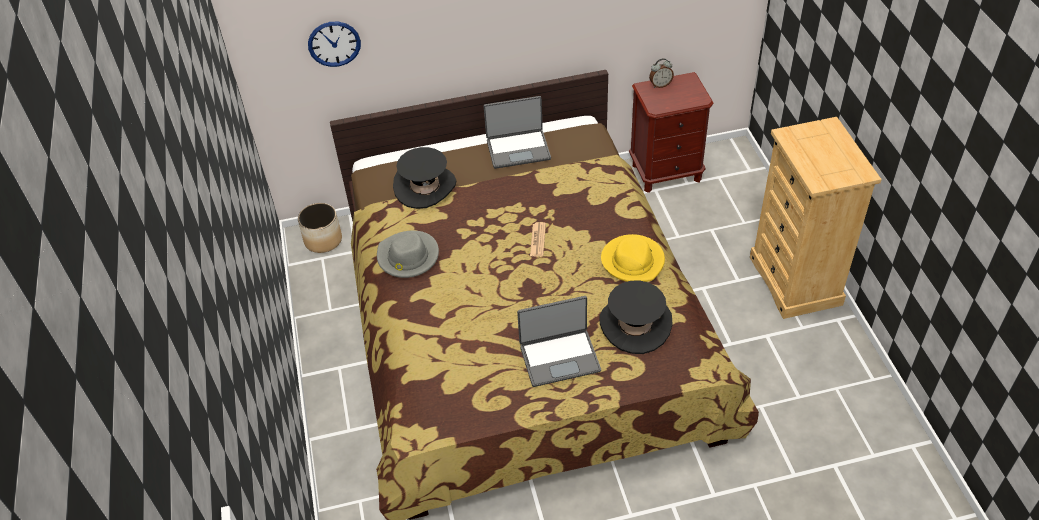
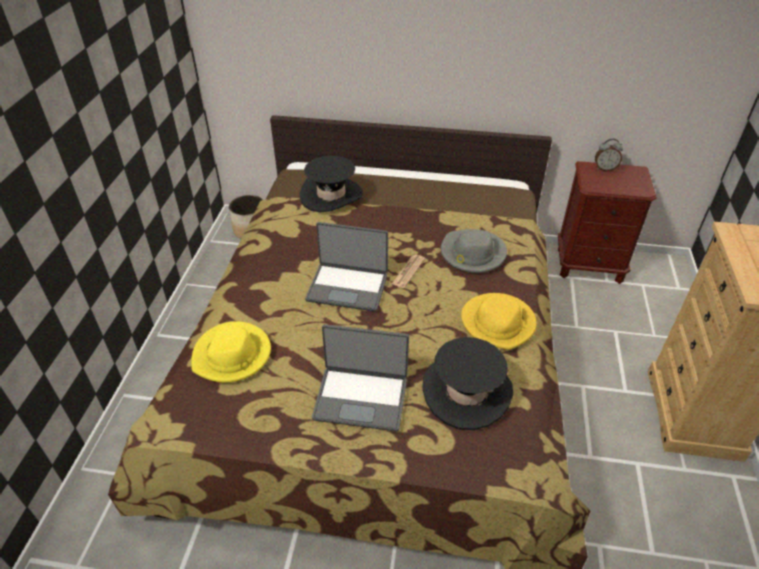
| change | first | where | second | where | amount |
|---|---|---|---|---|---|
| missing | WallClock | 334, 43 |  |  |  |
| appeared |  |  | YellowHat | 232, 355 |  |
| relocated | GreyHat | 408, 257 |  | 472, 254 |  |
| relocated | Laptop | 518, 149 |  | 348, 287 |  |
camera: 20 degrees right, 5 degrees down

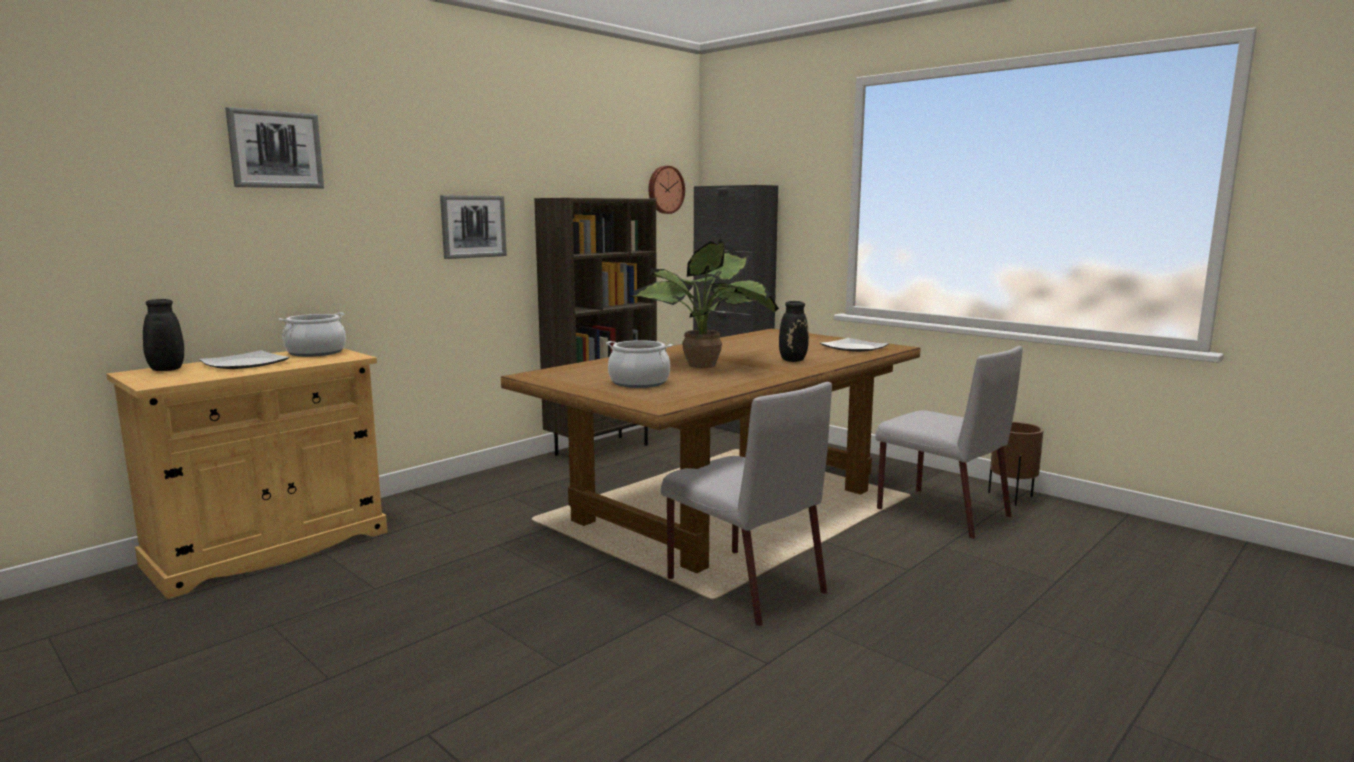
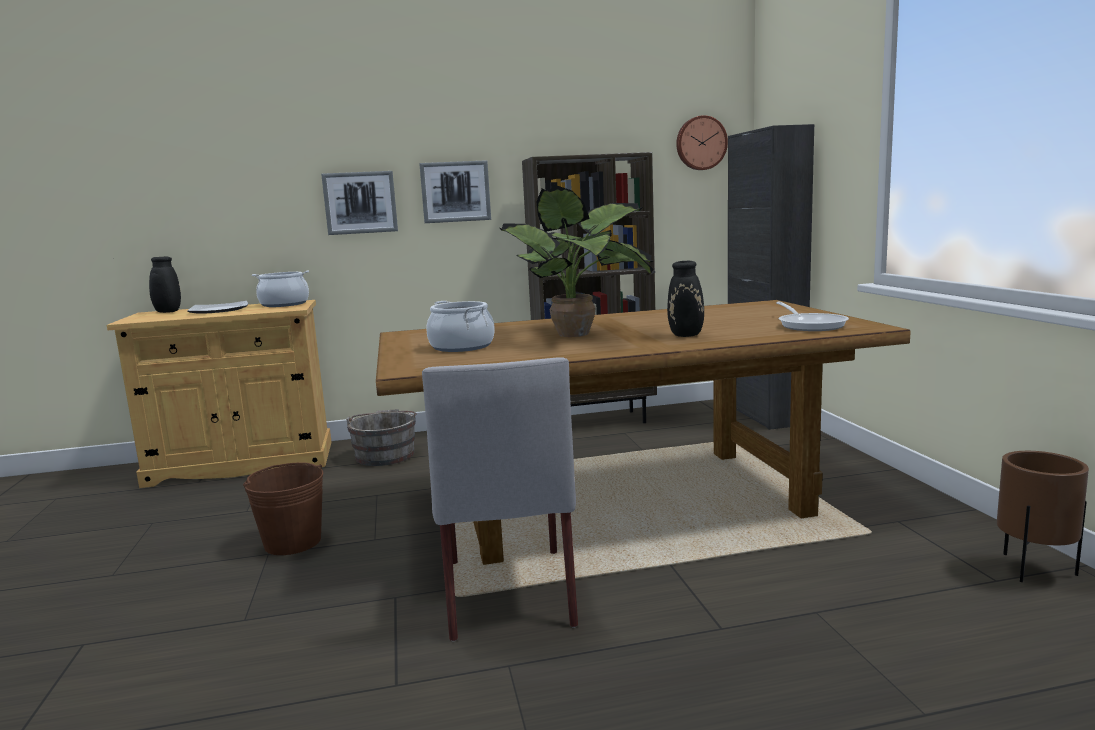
| change | first | where | second | where | amount |
|---|---|---|---|---|---|
| missing | GreyChair | 940, 512 |  |  |  |
| appeared |  |  | BrownBucket | 293, 542 |  |
| appeared |  |  | GreyBucket | 385, 454 |  |
| relocated | Picture | 275, 149 |  | 360, 202 |  |
| exchanged | Plate | 853, 348 | FryingPan | 810, 325 |  |
camera: 35 degrees right, 0 degrees up

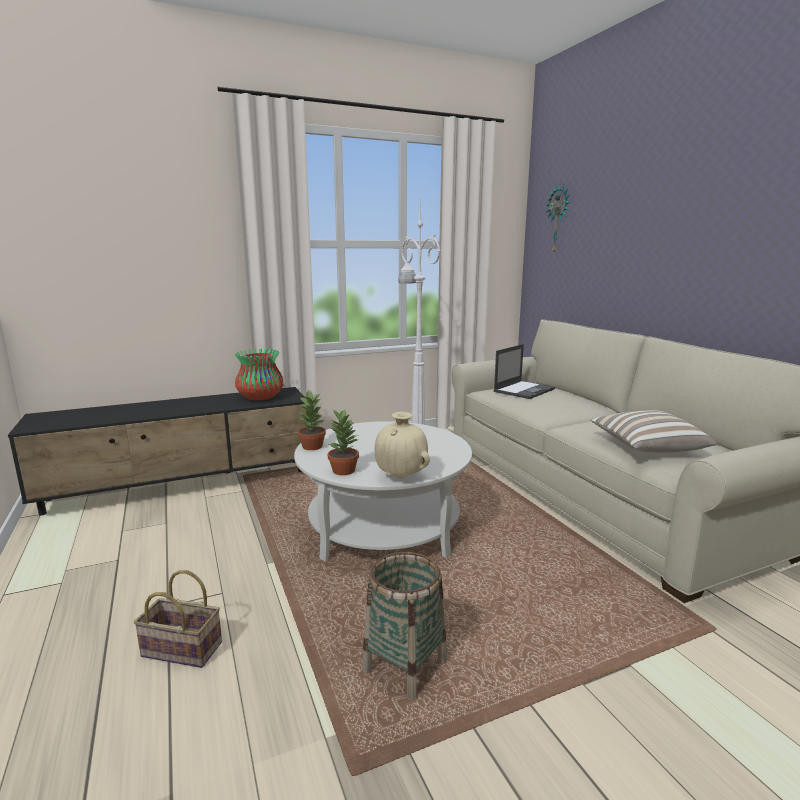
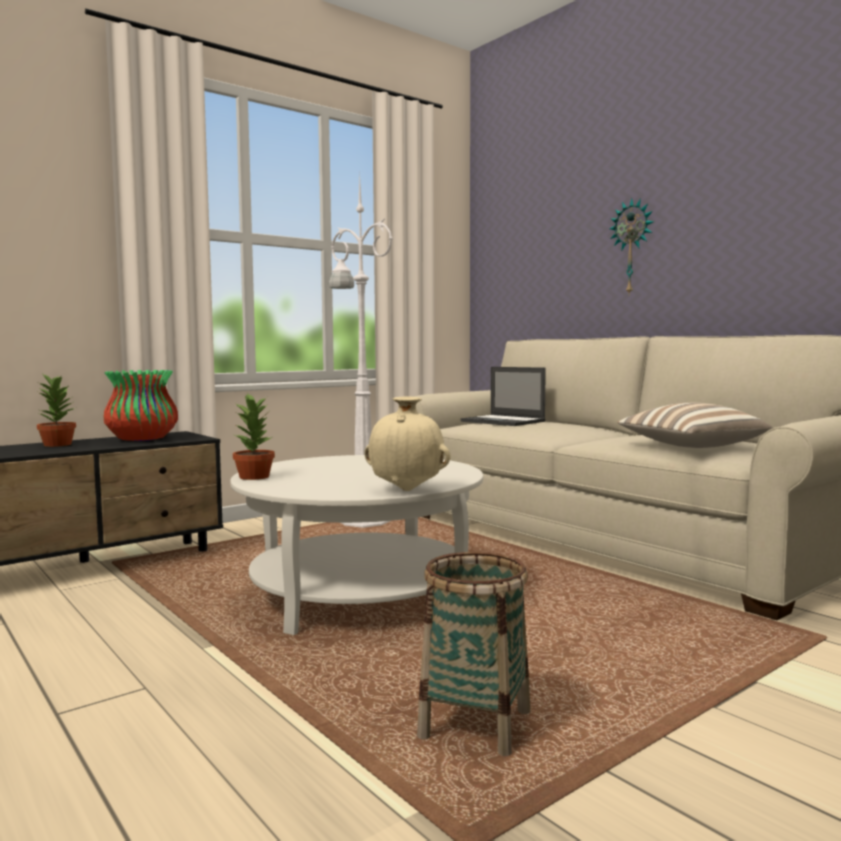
| change | first | where | second | where | amount |
|---|---|---|---|---|---|
| missing | Basket | 179, 650 |  |  |  |
| relocated | PottedPlant | 343, 470 |  | 57, 444 |  |
| relocated | WallClock | 558, 219 |  | 632, 247 |  |
| spun | Laptop | 524, 390 |  | 504, 421 | 105 degrees clockwise |
camera: 15 degrees left, 10 degrees down

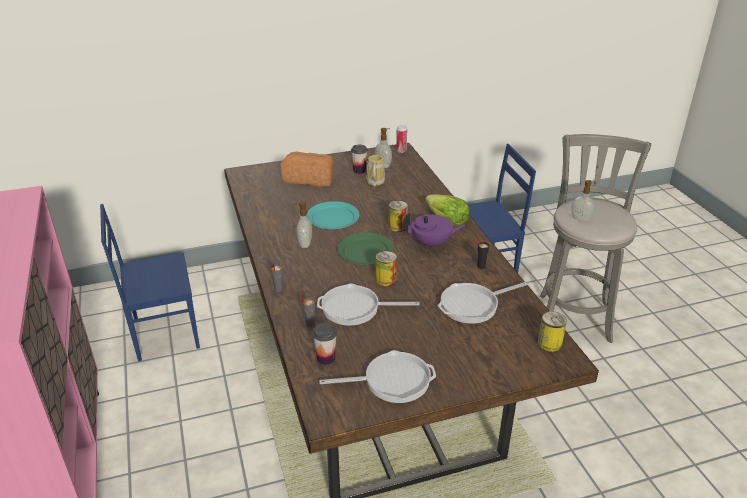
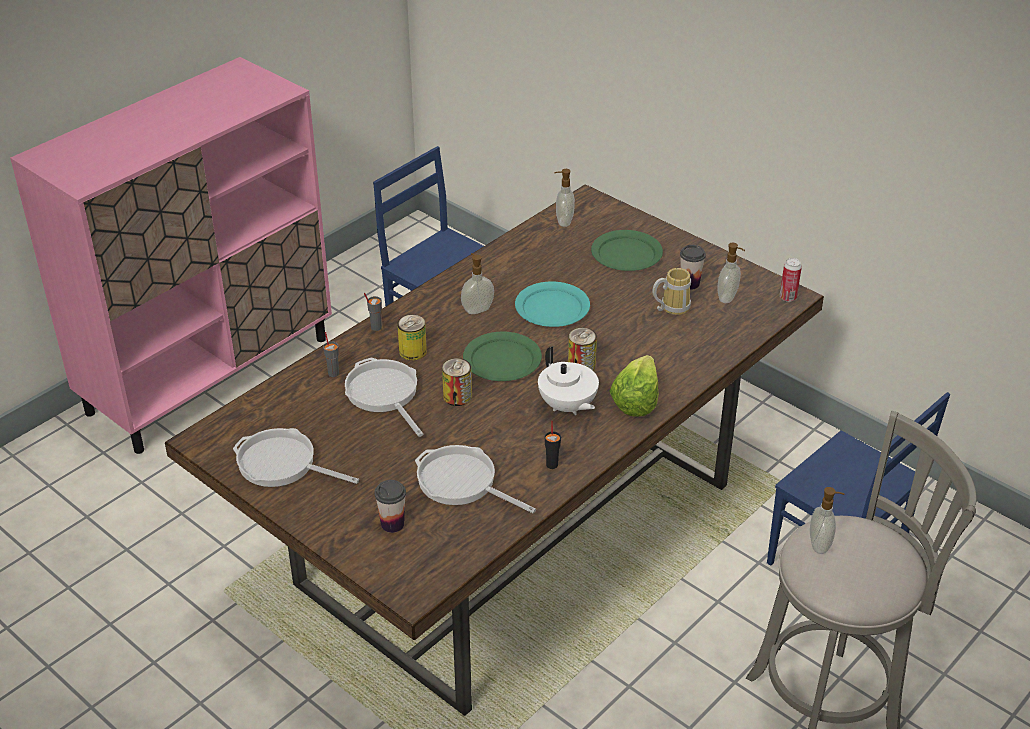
| change | first | where | second | where | amount |
|---|---|---|---|---|---|
| appeared |  |  | SoapDispenser | 563, 221 |  |
| relocated | Cup | 326, 358 |  | 392, 524 |  |
| relocated | Can | 549, 343 |  | 413, 351 |  |
| exchanged | Bread | 310, 179 | GreenPlate | 626, 254 |  |
| colour | PurpleTeapot | 431, 243 | WhiteTeapot | 567, 406 |  |
| spun | FryingPan | 392, 381 |  | 282, 464 | 150 degrees clockwise |
camera: 60 degrees right, 5 degrees up

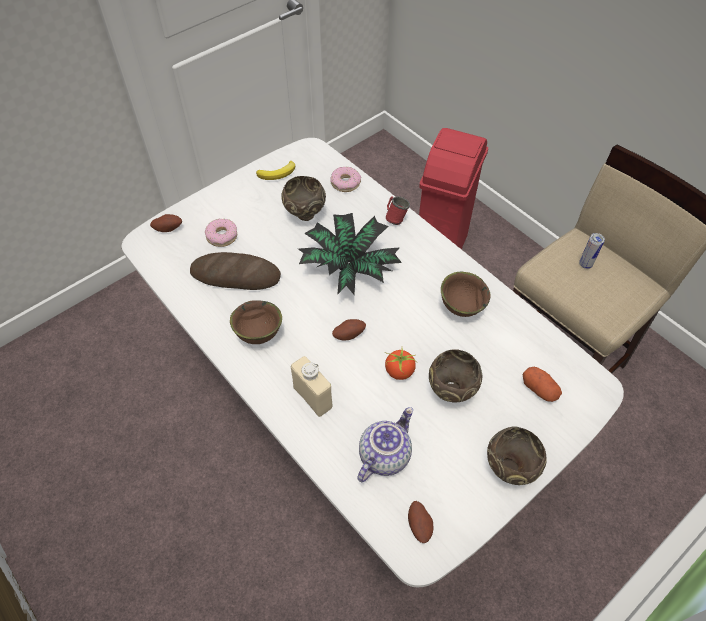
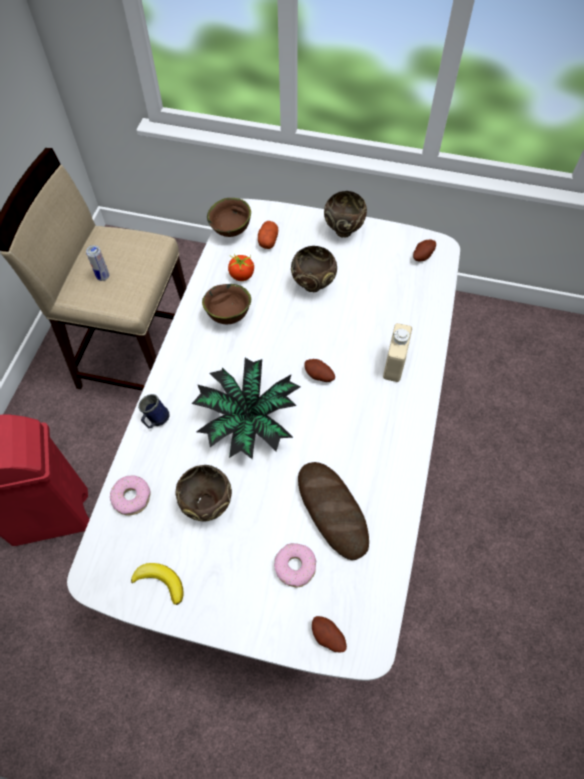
| change | first | where | second | where | amount |
|---|---|---|---|---|---|
| missing | Teapot | 383, 455 |  |  |  |
| relocated | BrownBowl | 258, 335 |  | 232, 231 |  |
| relocated | Tomato | 399, 371 |  | 242, 275 |  |
| colour | RedMug | 395, 218 | BlueMug | 155, 420 |  |
camera: 125 degrees left, 5 degrees up

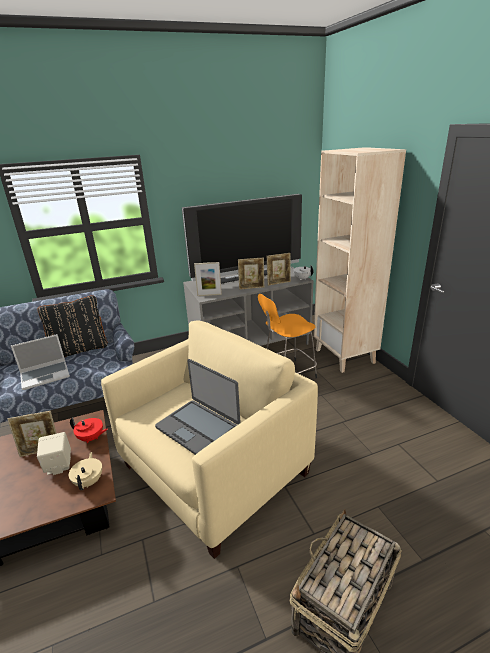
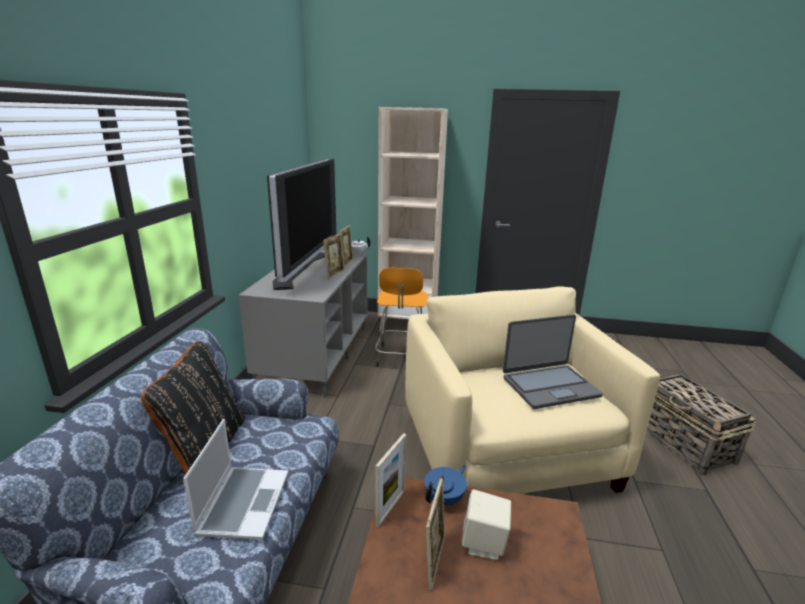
| change | first | where | second | where | amount |
|---|---|---|---|---|---|
| missing | BeigeTeapot | 89, 481 |  |  |  |
| relocated | PictureFrame | 209, 295 |  | 390, 508 |  |
| colour | RedTeapot | 91, 438 | BlueTeapot | 445, 499 |  |
camera: 60 degrees left, 5 degrees down

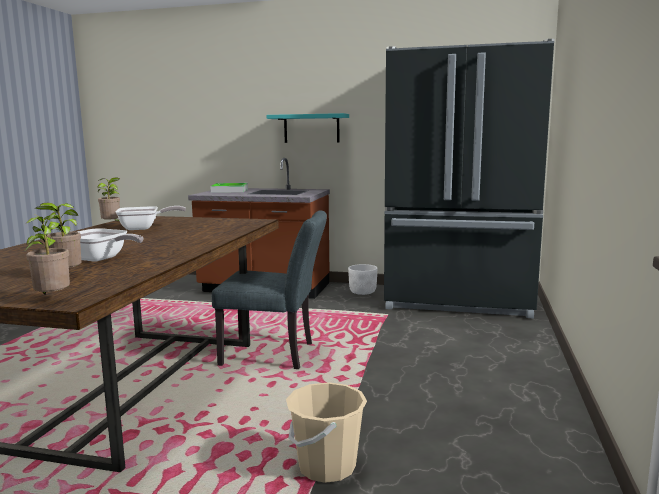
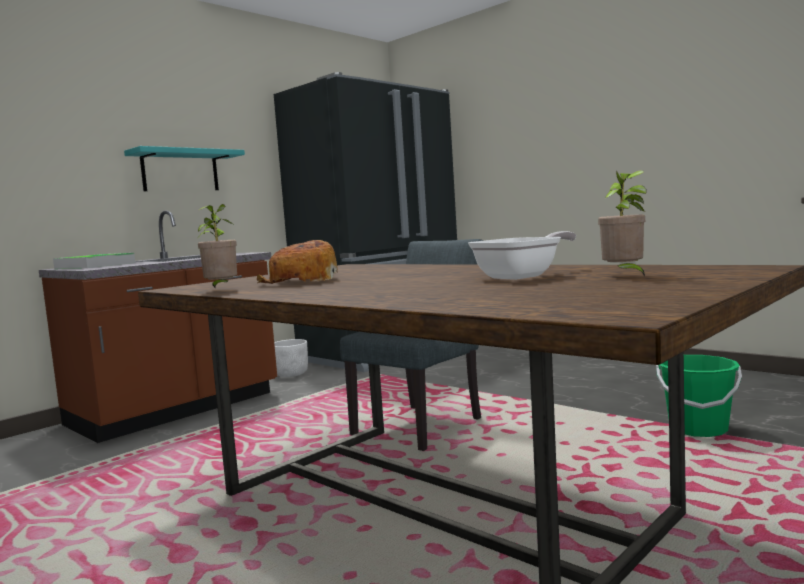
| change | first | where | second | where | amount |
|---|---|---|---|---|---|
| missing | PottedPlant | 52, 299 |  |  |  |
| exchanged | FryingPan | 144, 228 | Bread | 299, 281 |  |
| colour | BeigeBucket | 326, 466 | GreenBucket | 697, 429 |  |
camera: 60 degrees left, 5 degrees down

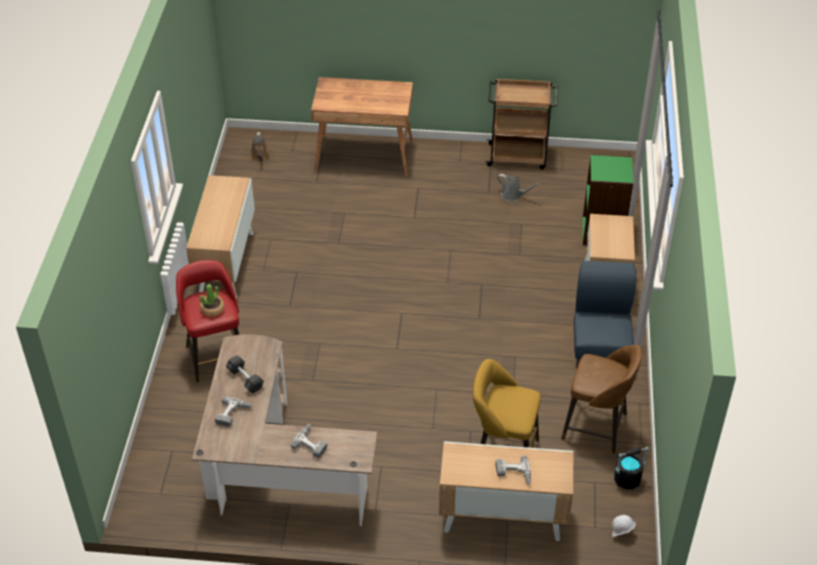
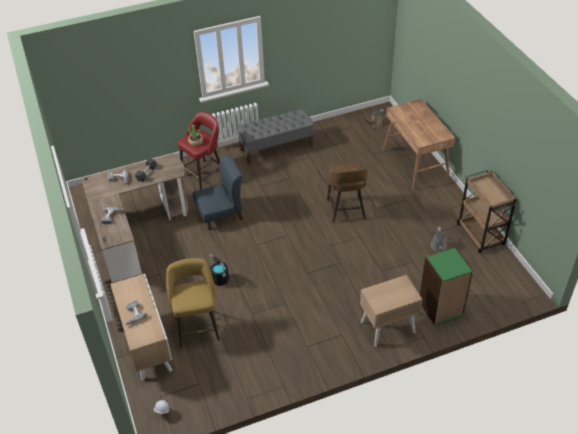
| change | first | where | second | where | amount |
|---|---|---|---|---|---|
| relocated | BrownStool | 596, 427 |  | 346, 210 |  |
| relocated | BlueChair | 600, 349 |  | 220, 214 |  |
| relocated | BlackBucket | 627, 479 |  | 220, 279 |  |
| exchanged | Cabinet | 226, 263 | GreyBench | 276, 148 |  |
camera: 65 degrees right, 0 degrees up

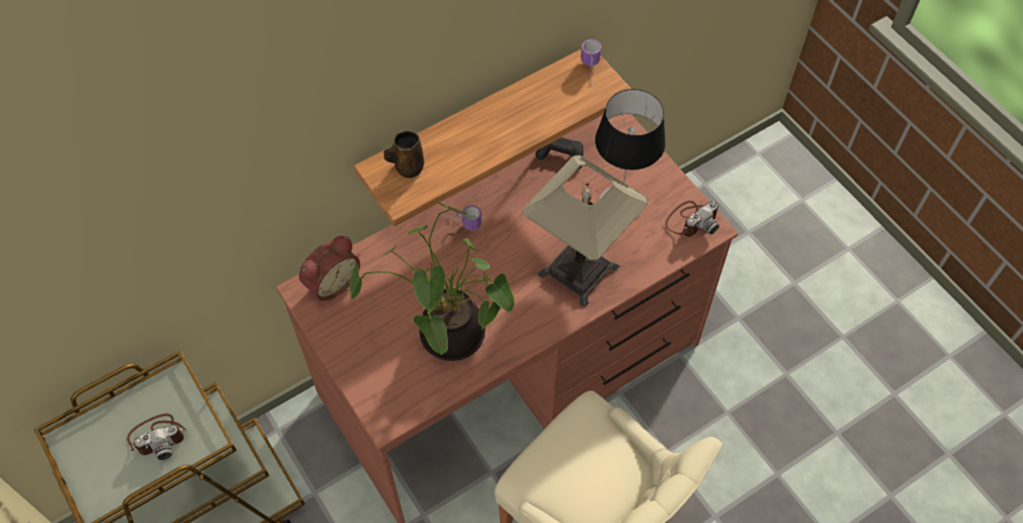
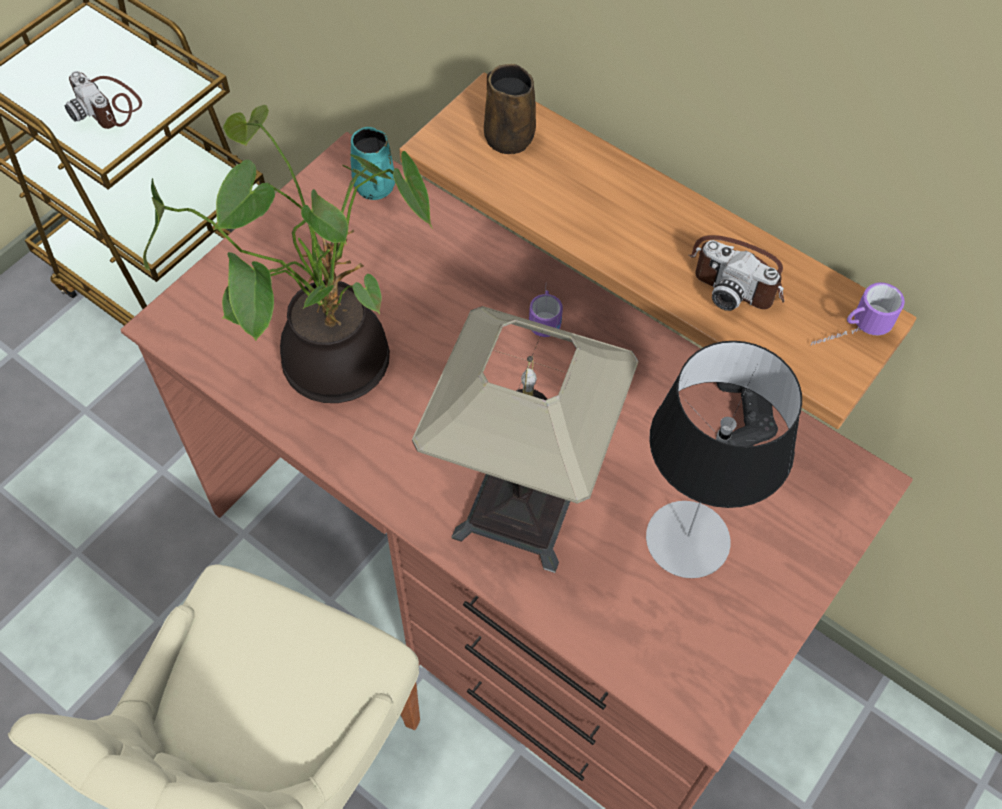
| change | first | where | second | where | amount |
|---|---|---|---|---|---|
| relocated | PhotoCamera | 691, 220 |  | 738, 276 |  |
| exchanged | AlarmClock | 331, 282 | TurquoiseMug | 375, 188 |  |
camera: 70 degrees right, 0 degrees up

